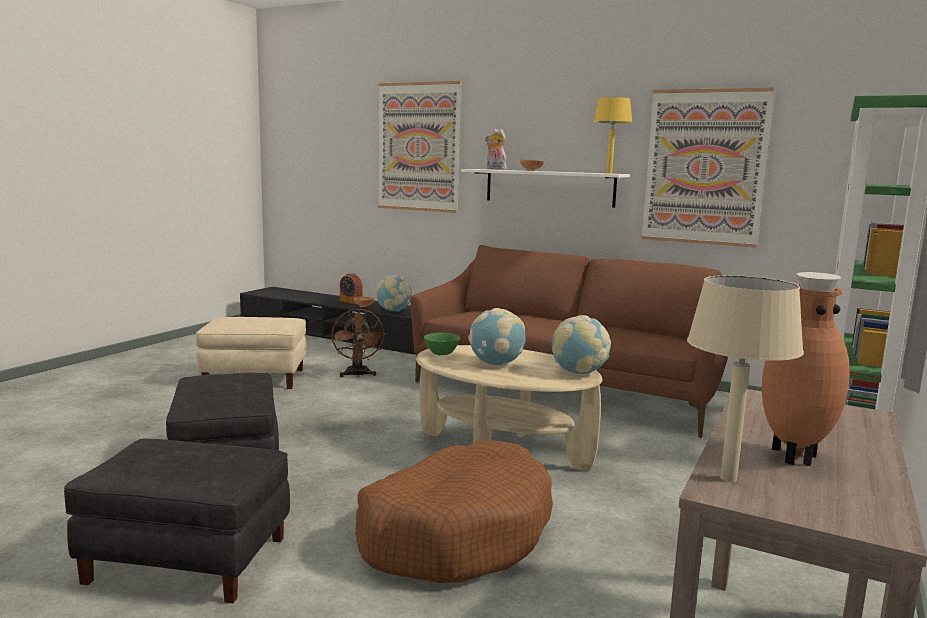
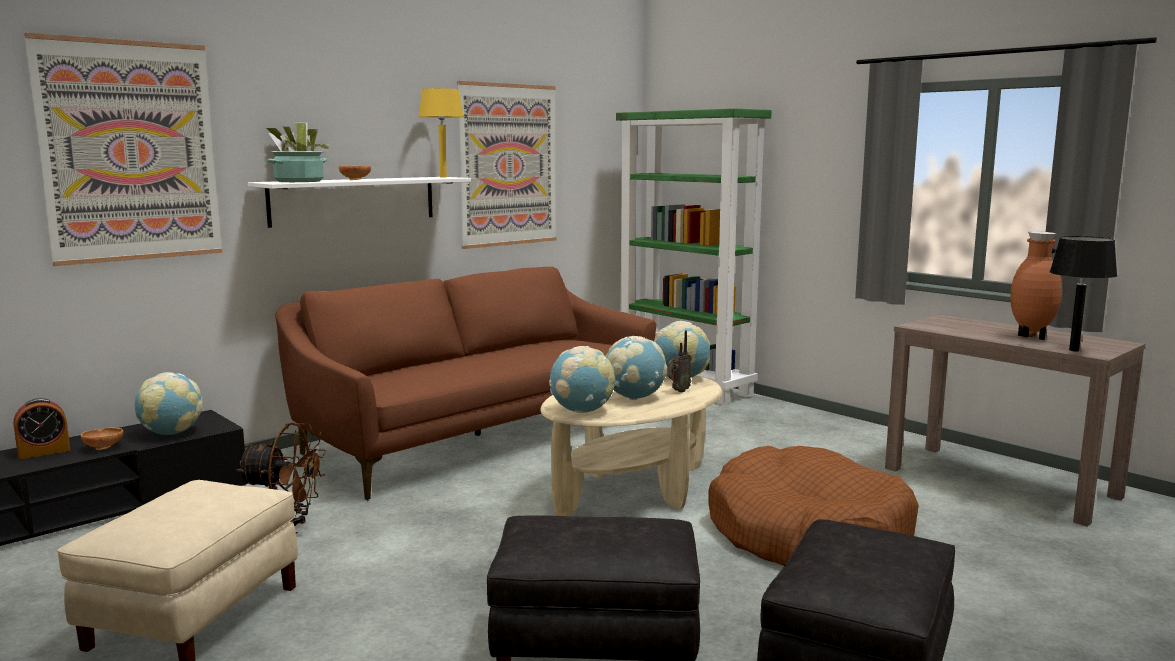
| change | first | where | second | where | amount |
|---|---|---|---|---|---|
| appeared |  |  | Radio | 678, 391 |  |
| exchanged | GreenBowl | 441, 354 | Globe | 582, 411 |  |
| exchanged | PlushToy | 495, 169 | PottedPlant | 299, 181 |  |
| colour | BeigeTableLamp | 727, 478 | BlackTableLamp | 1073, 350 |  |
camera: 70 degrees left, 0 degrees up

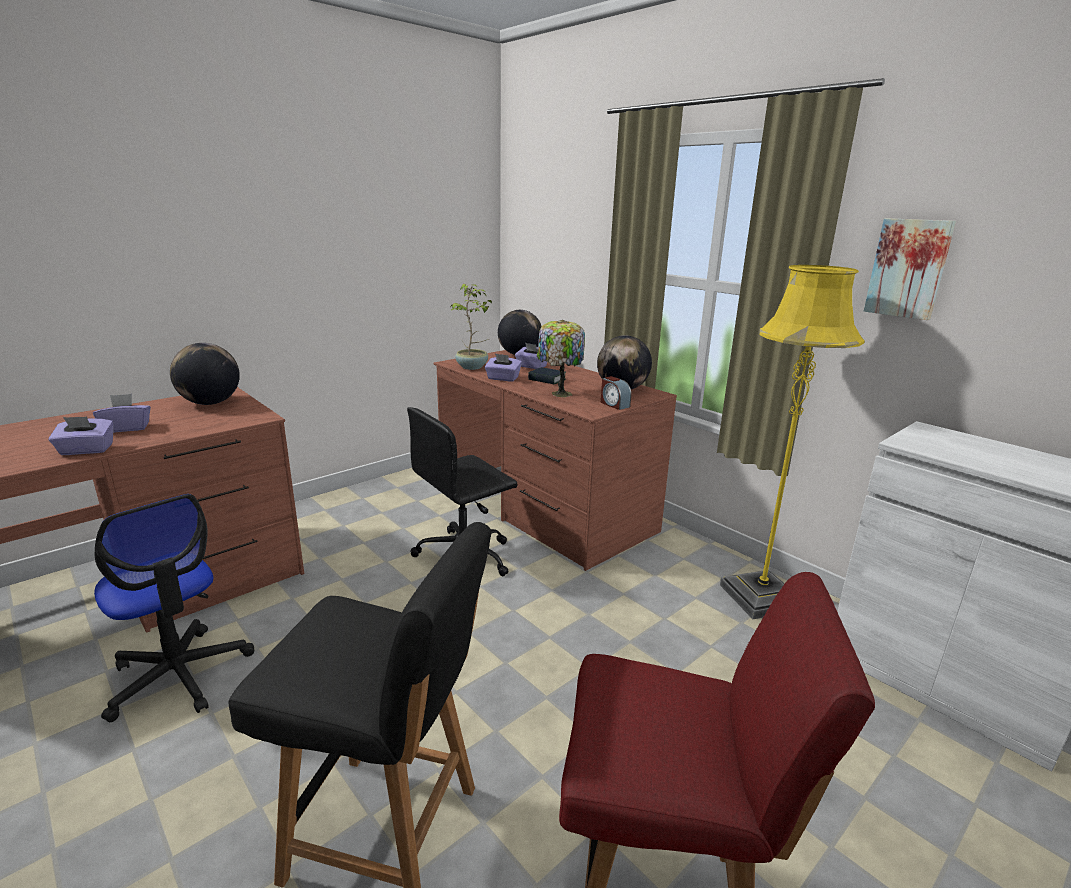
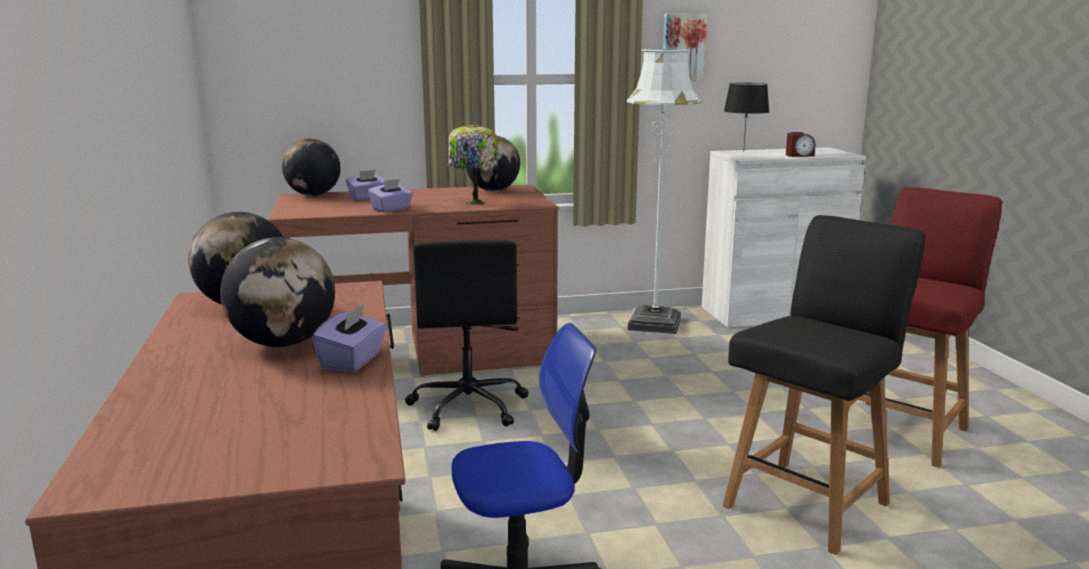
| change | first | where | second | where | amount |
|---|---|---|---|---|---|
| missing | PottedPlant | 472, 367 |  |  |  |
| missing | Book | 547, 379 |  |  |  |
| appeared |  |  | BlackTableLamp | 743, 152 |  |
| relocated | AlarmClock | 614, 404 |  | 799, 155 |  |
| exchanged | PurpleTissueBox | 127, 428 | Globe | 283, 343 |  |
| colour | YellowFloorLamp | 760, 597 | WhiteFloorLamp | 654, 324 |  |
camera: 60 degrees left, 5 degrees down

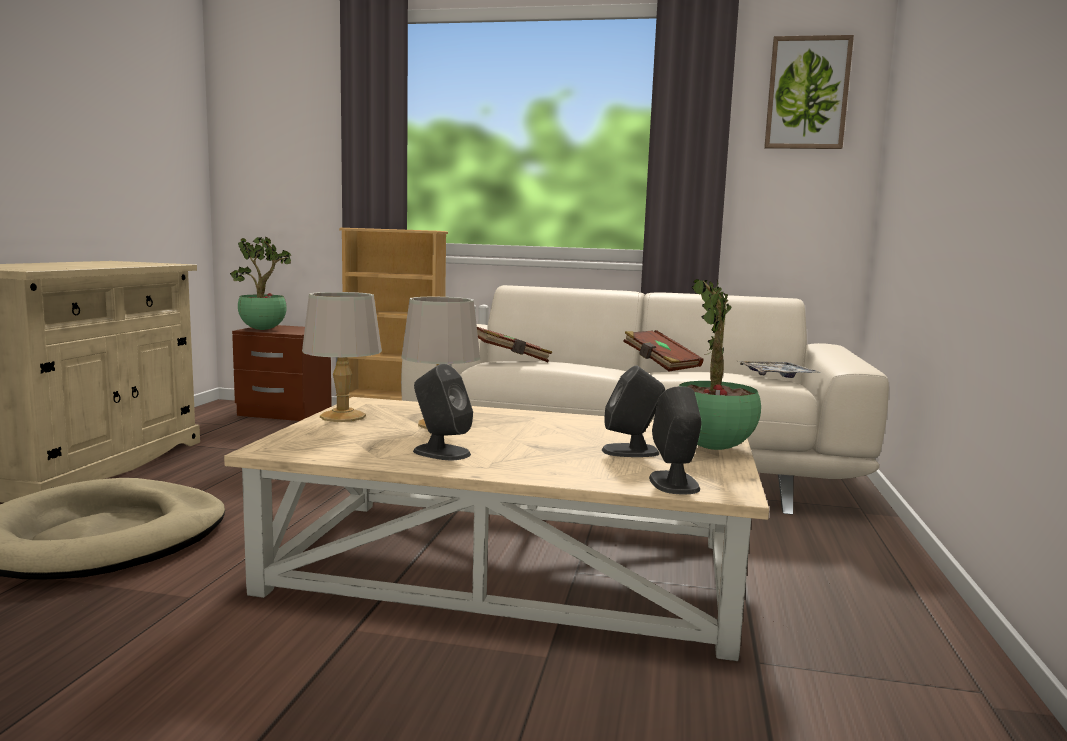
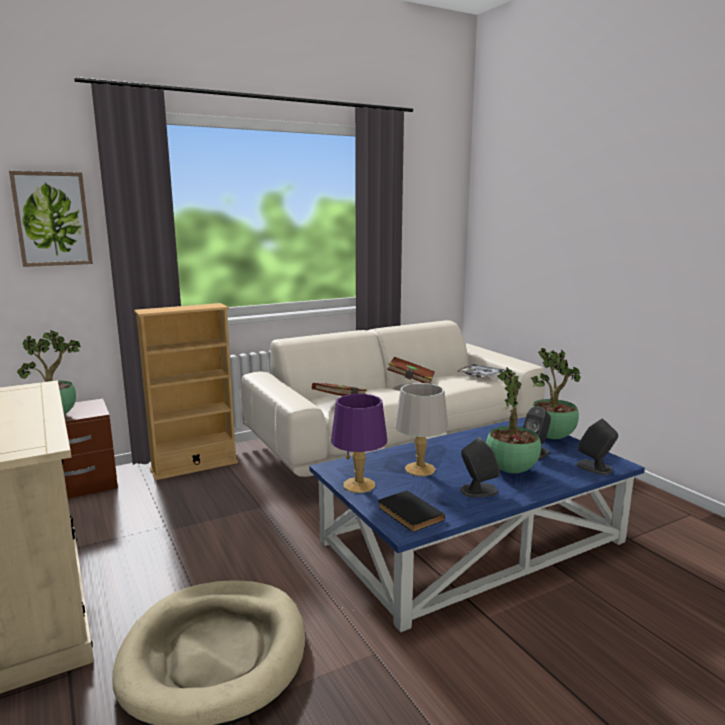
| change | first | where | second | where | amount |
|---|---|---|---|---|---|
| appeared |  |  | BlackBook | 408, 514 |  |
| appeared |  |  | PottedPlant | 511, 471 |  |
| relocated | Picture | 807, 93 |  | 52, 219 |  |
| colour | BeigeCoffeeTable | 512, 566 | BlueCoffeeTable | 472, 540 |  |
| colour | GreyTableLamp | 342, 417 | PurpleTableLamp | 359, 485 |  |
camera: 40 degrees left, 5 degrees up

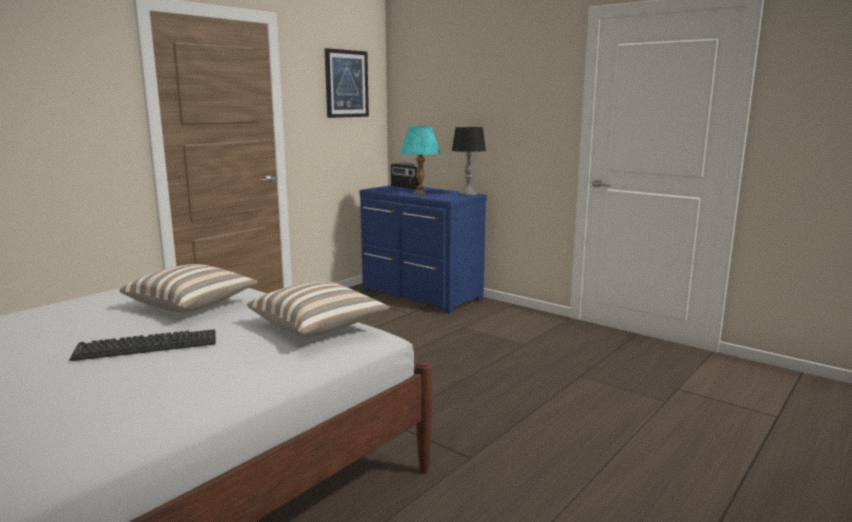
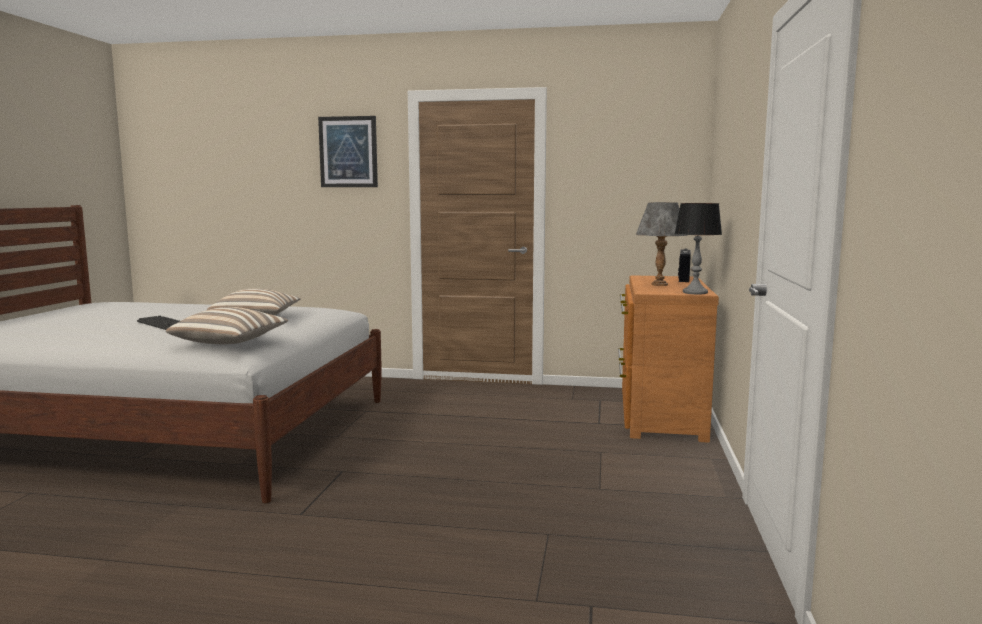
| change | first | where | second | where | amount |
|---|---|---|---|---|---|
| relocated | Picture | 346, 84 |  | 348, 152 |  |
| colour | BlueDresser | 420, 295 | BrownDresser | 659, 415 |  |
| colour | TurquoiseTableLamp | 420, 193 | GreyTableLamp | 659, 284 |  |
camera: 60 degrees right, 5 degrees down

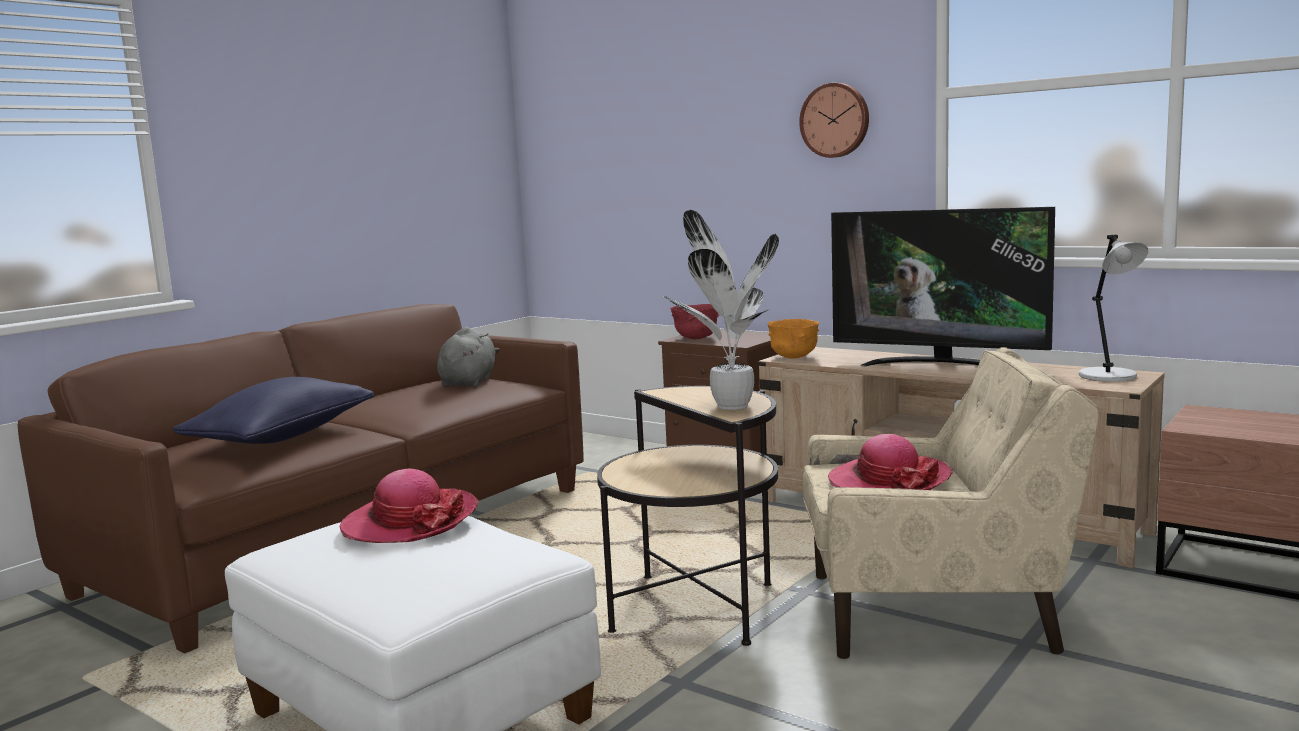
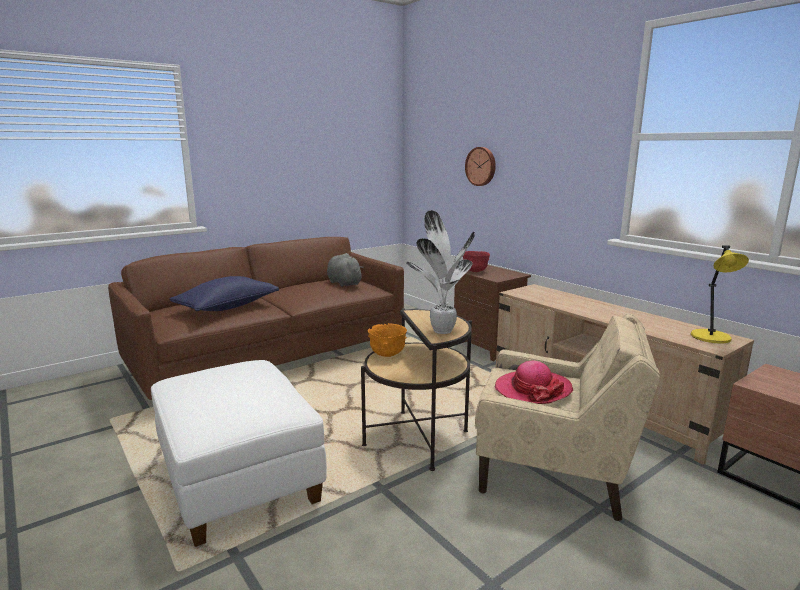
| change | first | where | second | where | amount |
|---|---|---|---|---|---|
| missing | Hat | 409, 522 |  |  |  |
| missing | Television | 939, 365 |  |  |  |
| relocated | OrangeBowl | 793, 357 |  | 387, 354 |  |
| relocated | WallClock | 835, 120 |  | 481, 166 |  |
| colour | GreyTableLamp | 1109, 376 | YellowTableLamp | 711, 338 |  |
| spun | GreyPlushToy | 469, 382 |  | 343, 283 | 60 degrees counterclockwise |
camera: 15 degrees right, 5 degrees up

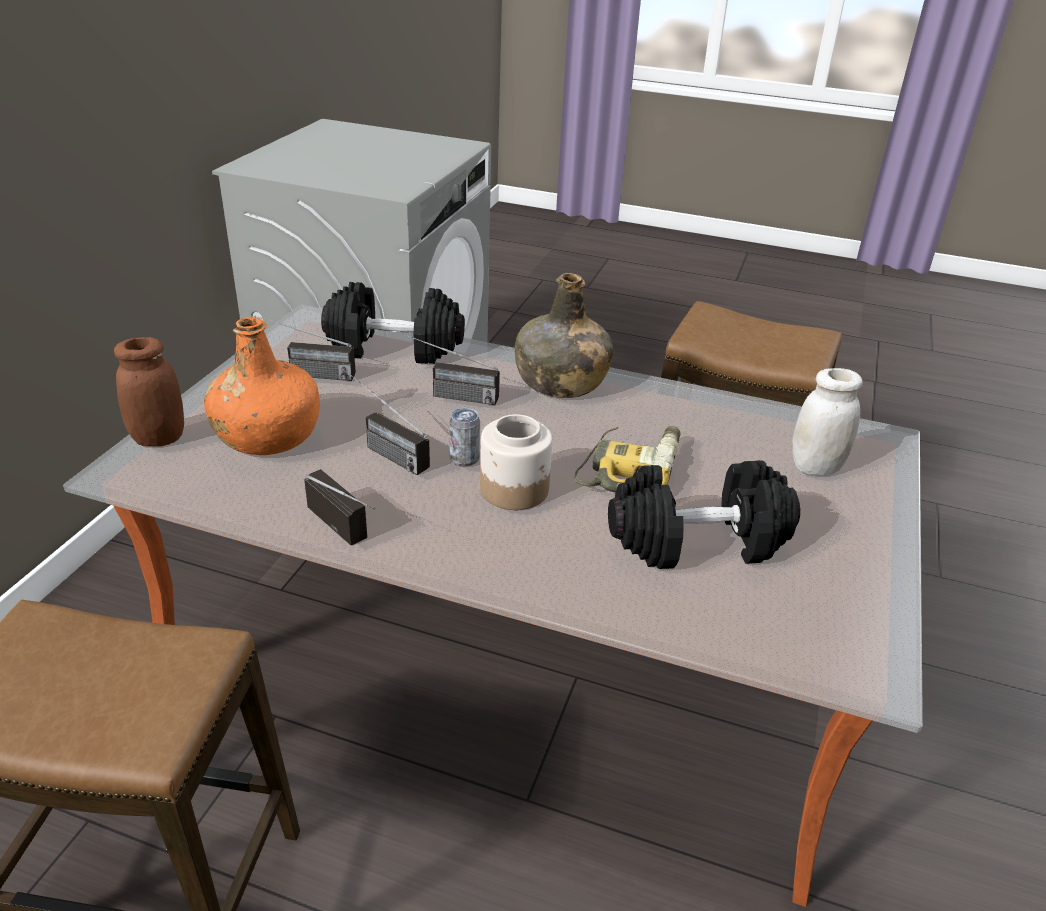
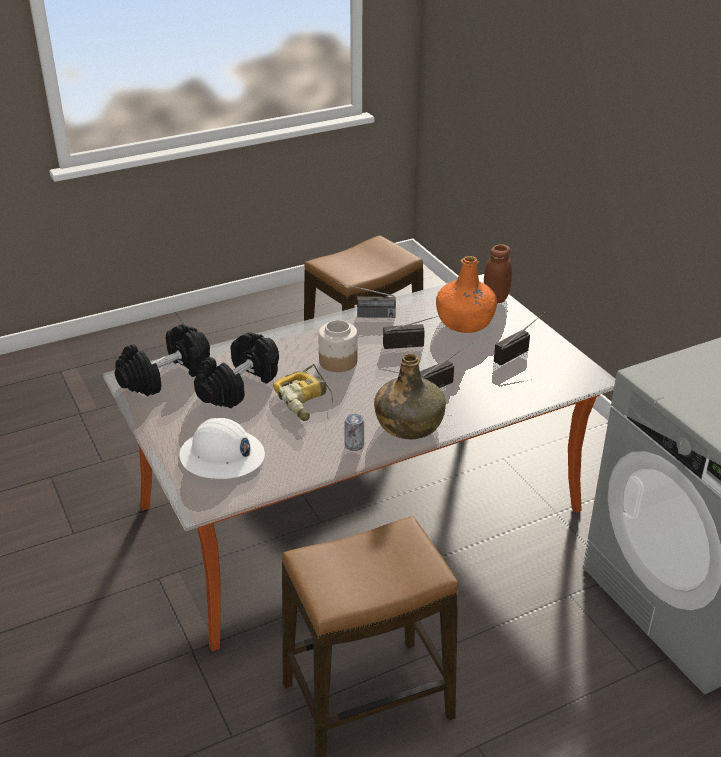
| change | first | where | second | where | amount |
|---|---|---|---|---|---|
| relocated | BlackDumbbell | 395, 347 |  | 165, 376 |  |
| relocated | Can | 464, 459 |  | 354, 445 |  |
| exchanged | WhiteJar | 815, 467 | WhiteHardHat | 222, 456 |  |
camera: 135 degrees right, 0 degrees up

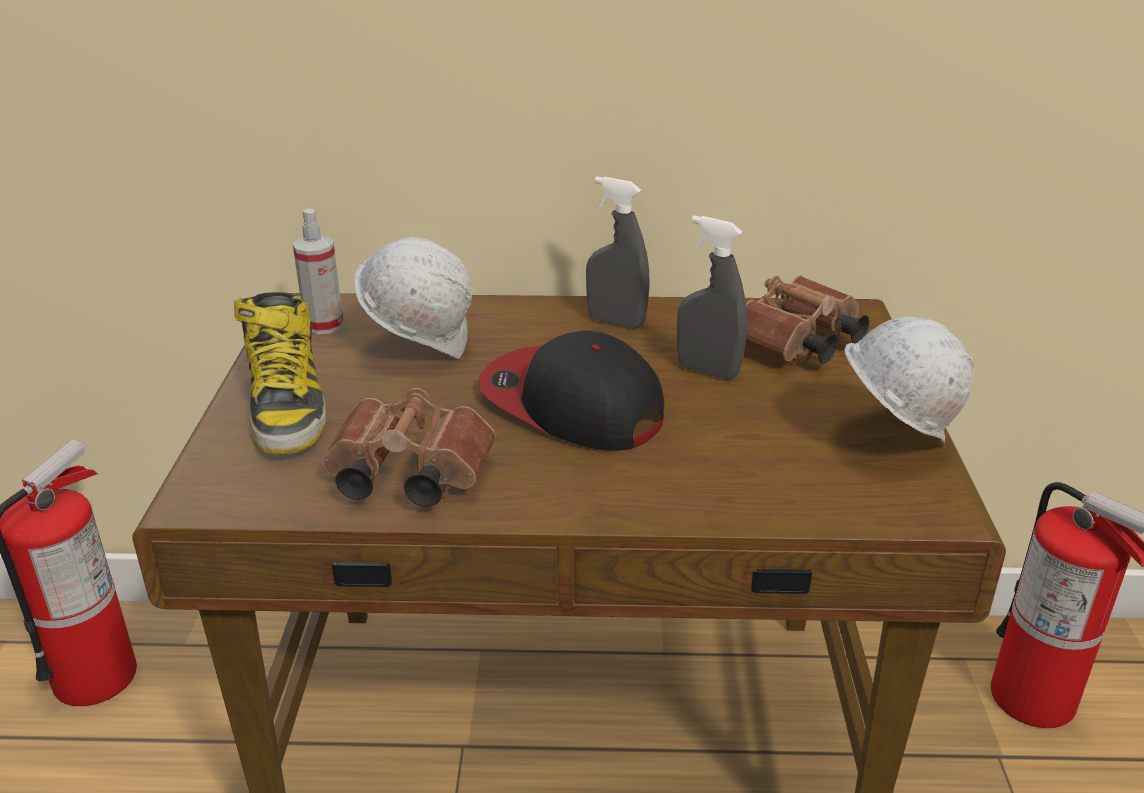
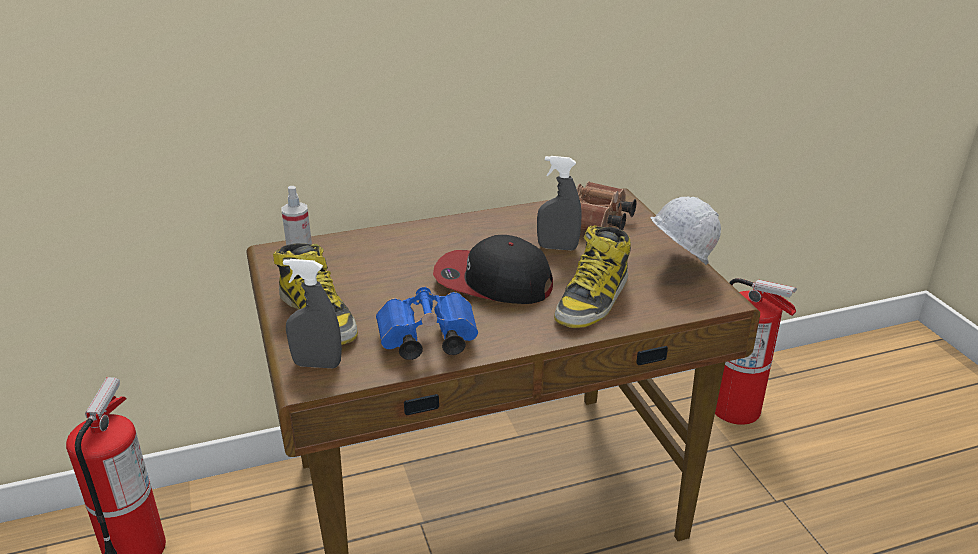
| change | first | where | second | where | amount |
|---|---|---|---|---|---|
| missing | WhiteHardHat | 421, 348 |  |  |  |
| appeared |  |  | Boot | 593, 299 |  |
| relocated | GreySprayBottle | 616, 322 |  | 317, 364 |  |
| colour | BrownBinoculars | 404, 476 | BlueBinoculars | 425, 342 |  |
camera: 20 degrees left, 0 degrees up

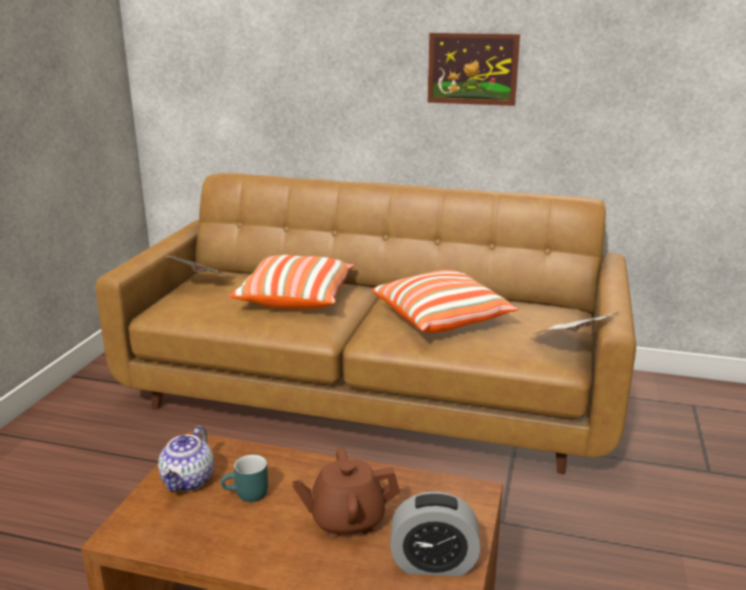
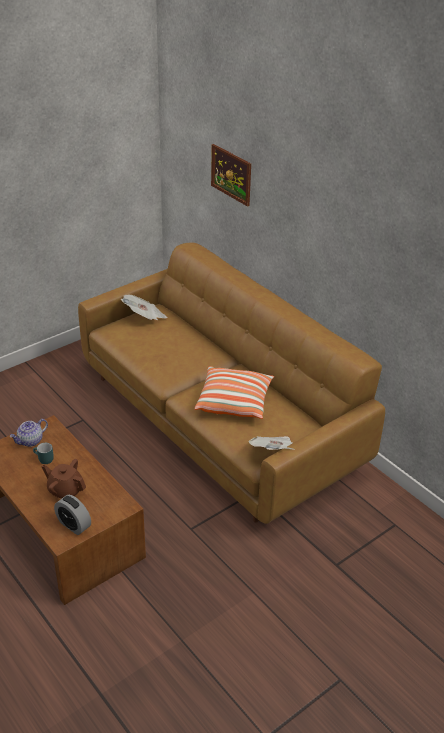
| change | first | where | second | where | amount |
|---|---|---|---|---|---|
| missing | Pillow | 296, 298 |  |  |  |
| relocated | Picture | 472, 69 |  | 231, 174 |  |
camera: 35 degrees right, 15 degrees up

